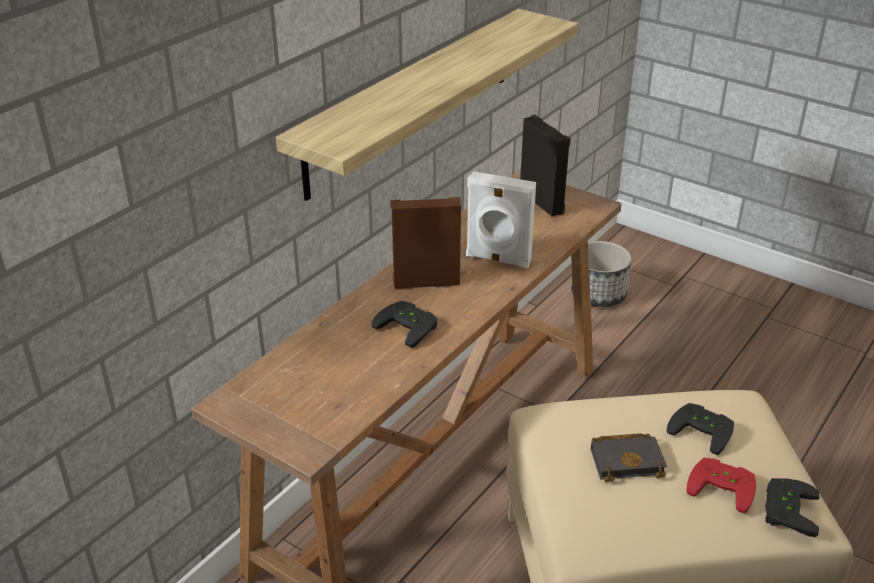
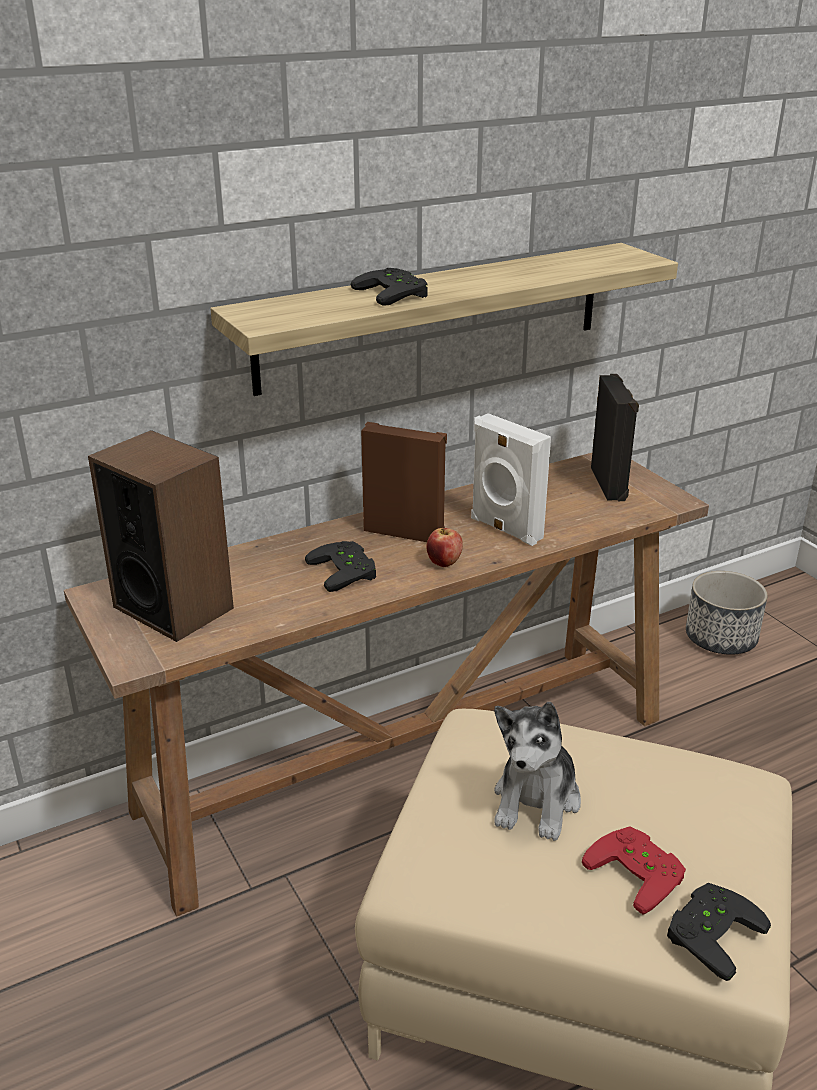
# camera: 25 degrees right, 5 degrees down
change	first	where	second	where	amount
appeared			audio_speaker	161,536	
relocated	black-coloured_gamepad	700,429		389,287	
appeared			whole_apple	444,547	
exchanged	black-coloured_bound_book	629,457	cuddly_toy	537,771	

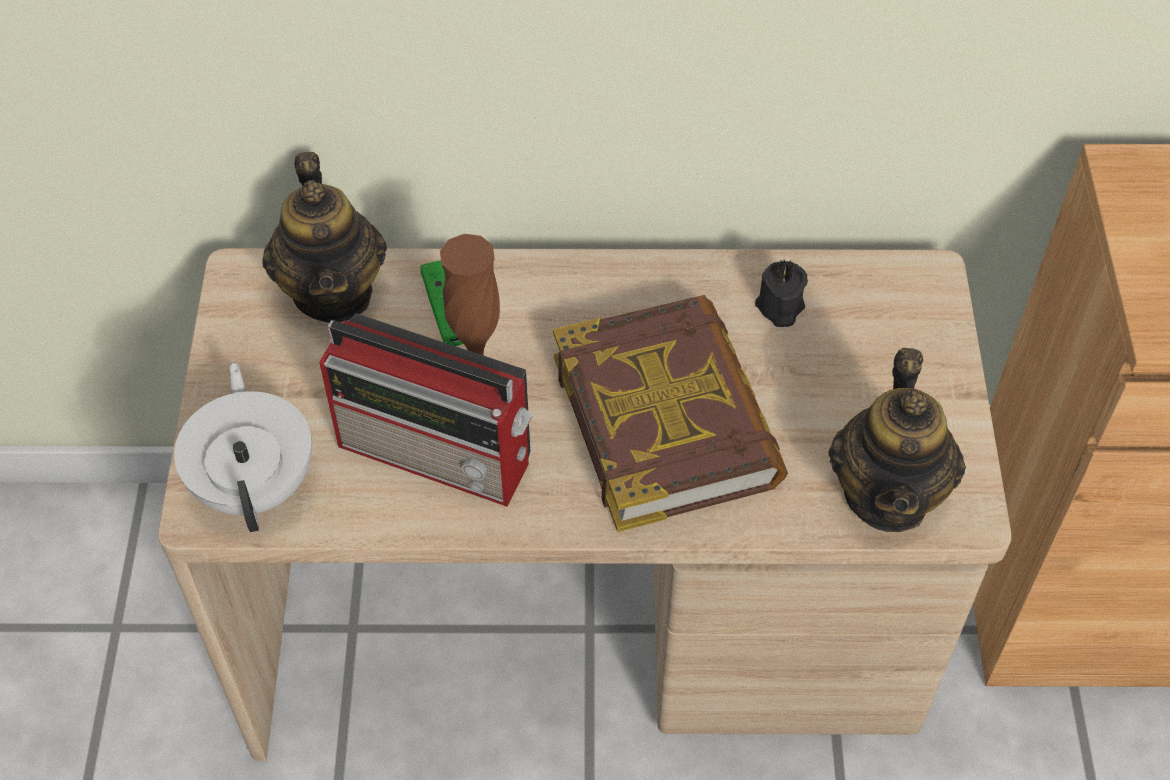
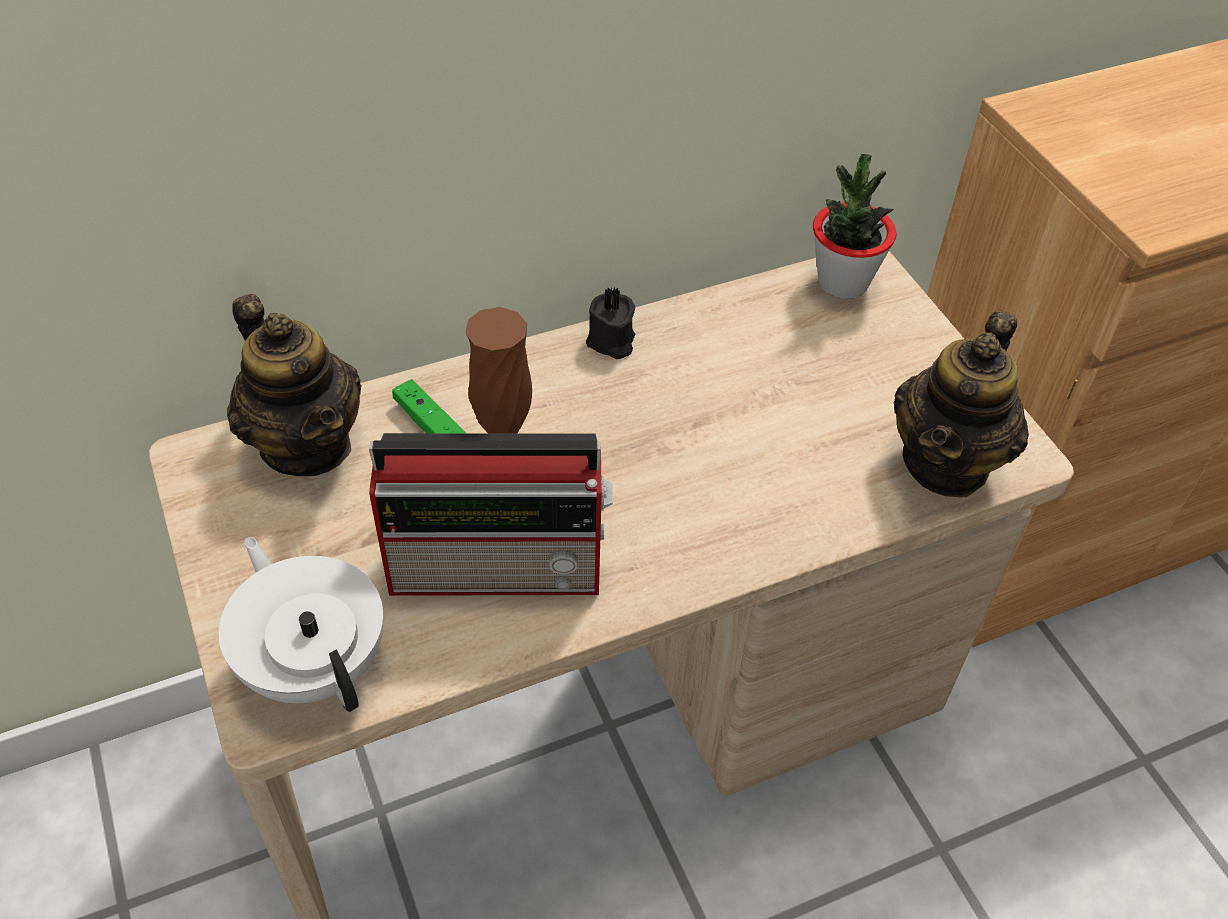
# camera: 25 degrees left, 5 degrees down
change	first	where	second	where	amount
relocated	black-coloured_candle	781,293		610,323	
appeared			plant_in_a_pot	854,226	
spun	teapot	897,439		961,404	45 degrees clockwise
missing	bound_book	670,413			

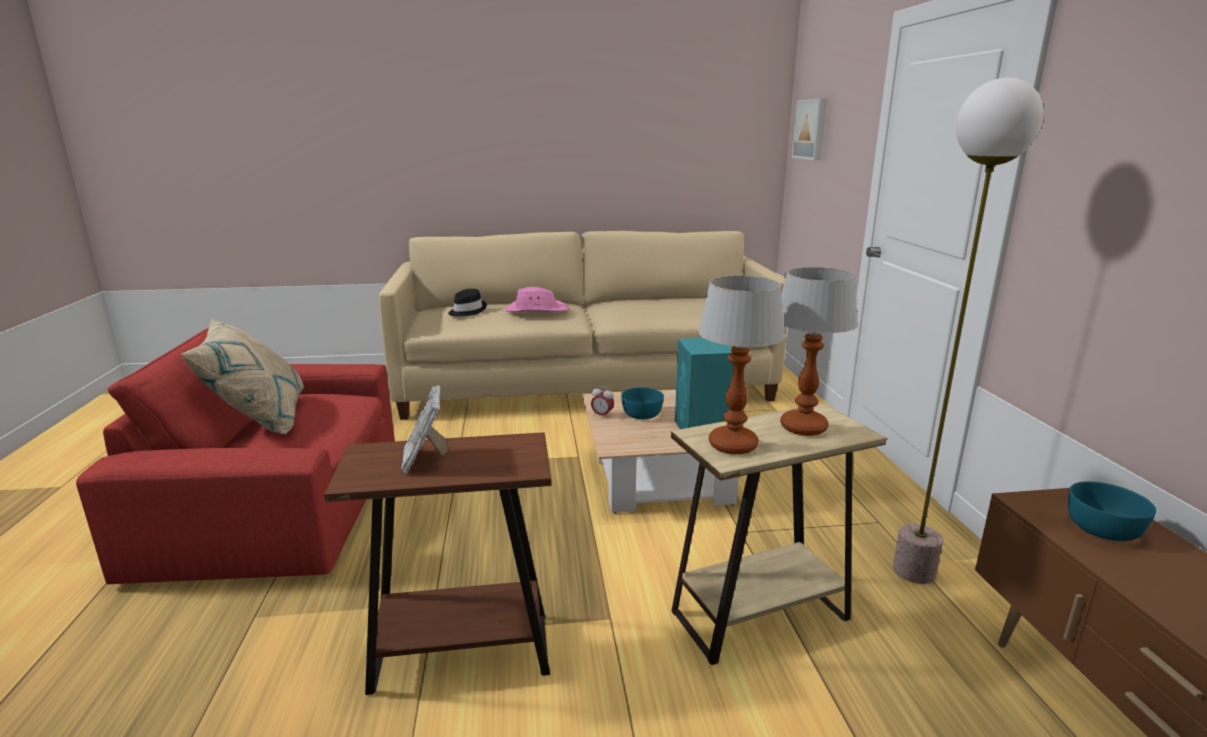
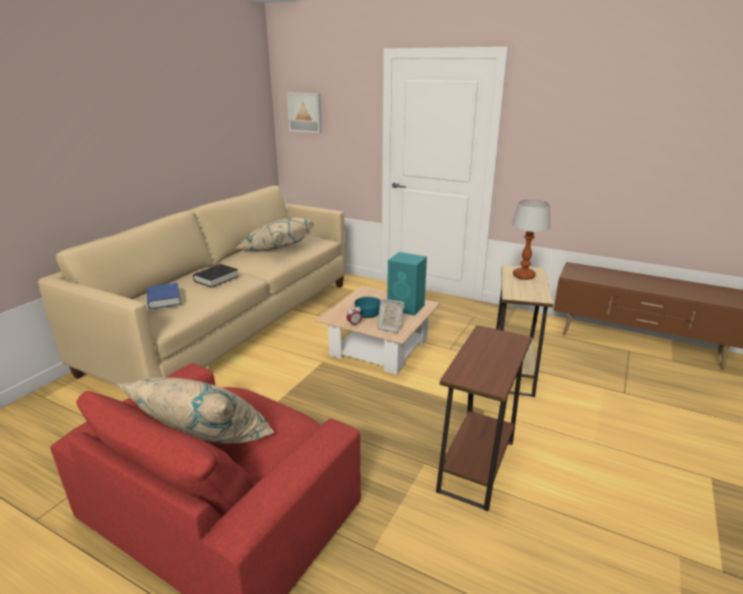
# camera: 55 degrees left, 5 degrees up
change	first	where	second	where	amount
exchanged	black-coloured_clothing_hat	467,303	blue_bound_book	164,296	
exchanged	pink_clothing_hat	537,299	black-coloured_bound_book	216,276	
appeared			sand-coloured_pillow	275,234	
relocated	picture_frame	425,429		390,315	
missing	lamp_for_a_table	741,365			
missing	standing_lamp	968,331			
missing	turquoise_serving_bowl	1112,511			

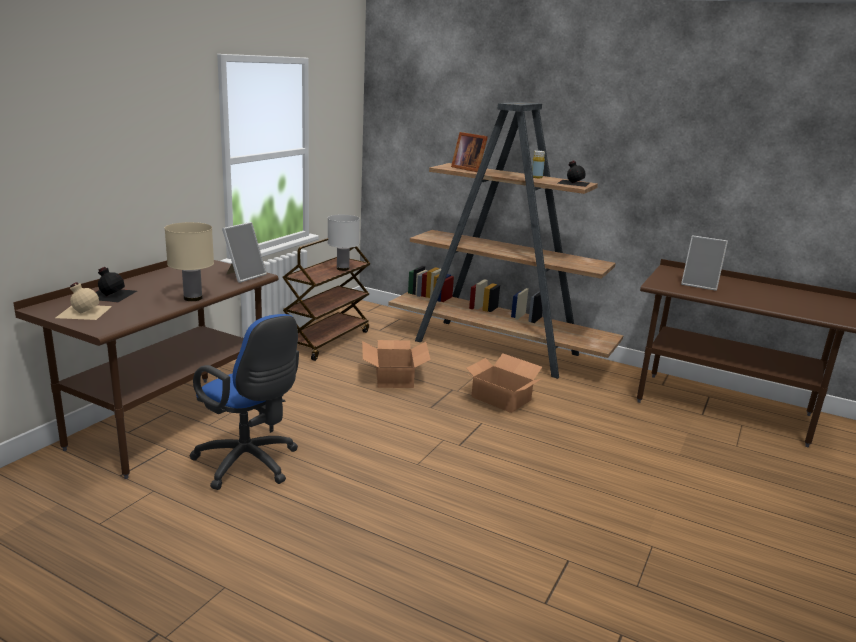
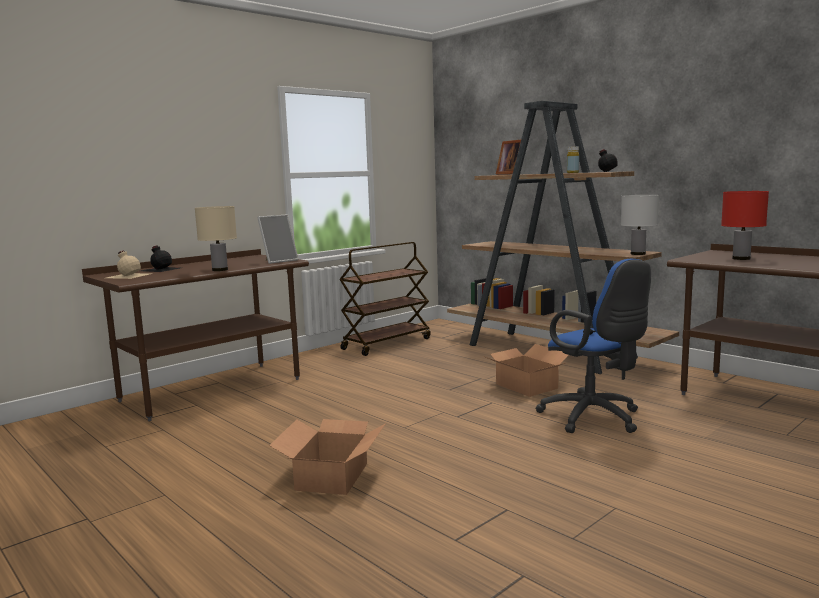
# camera: 20 degrees right, 10 degrees down
change	first	where	second	where	amount
relocated	cardboard_box	396,364		327,457	
relocated	blue_desk_chair	244,402		593,346	
relocated	whitish_lamp_for_a_table	344,243		640,225	
exchanged	picture_frame	704,263	reddish_lamp_for_a_table	745,225	

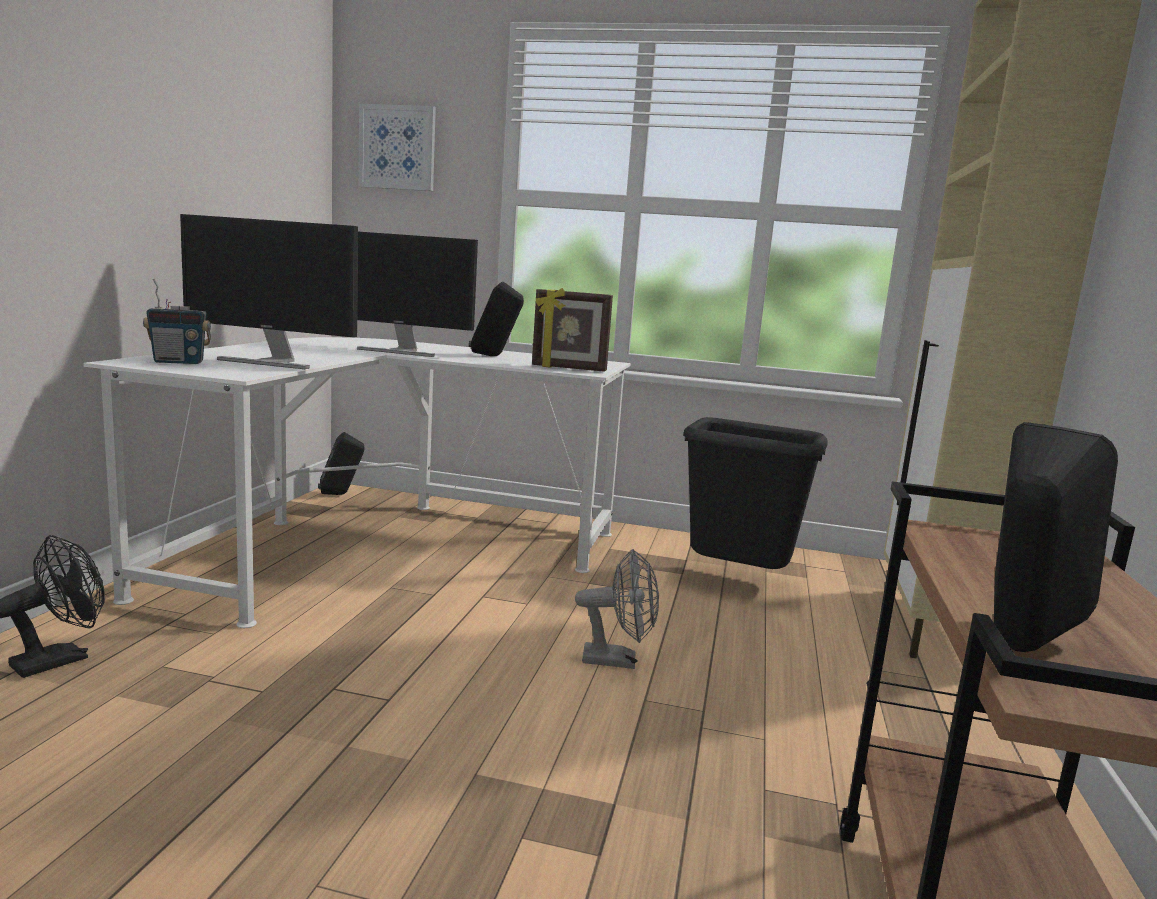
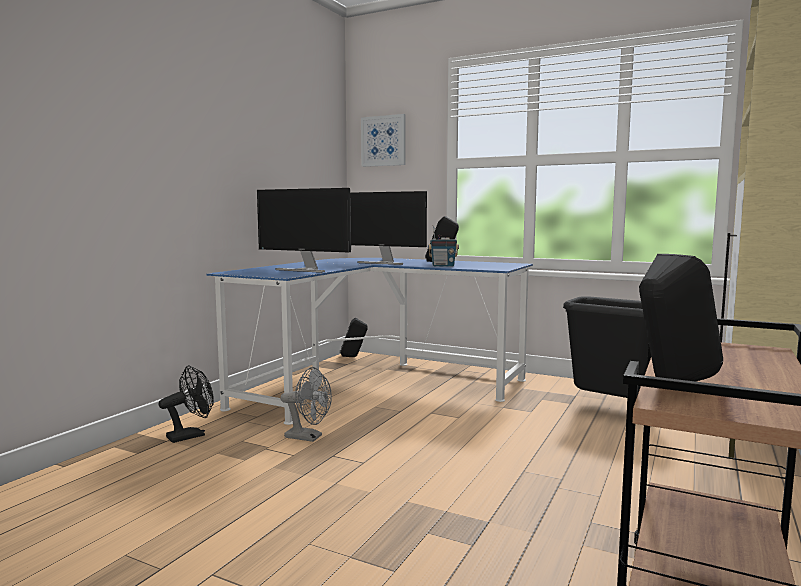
# camera: 15 degrees right, 5 degrees down
change	first	where	second	where	amount
colour	whitish_desk_unit	357,482	blue_desk_unit	370,341	
relocated	gray_electric_fan	617,609		306,404	
relocated	radio	177,321		443,246	
missing	picture_frame	572,330			

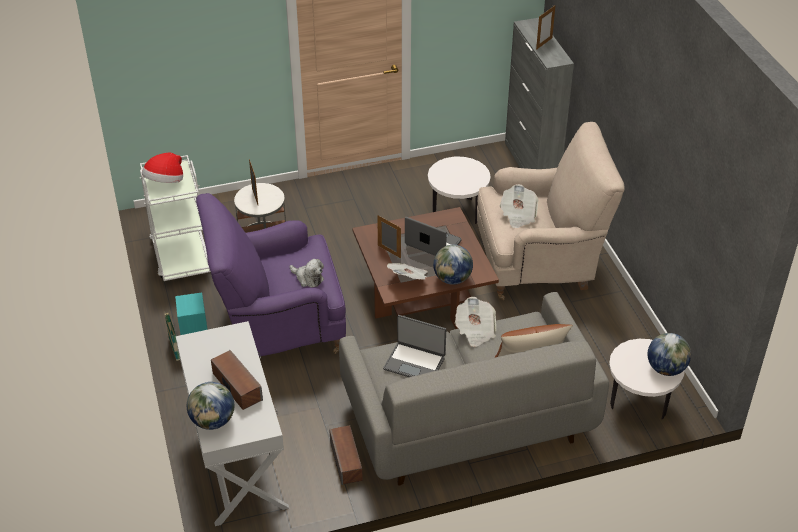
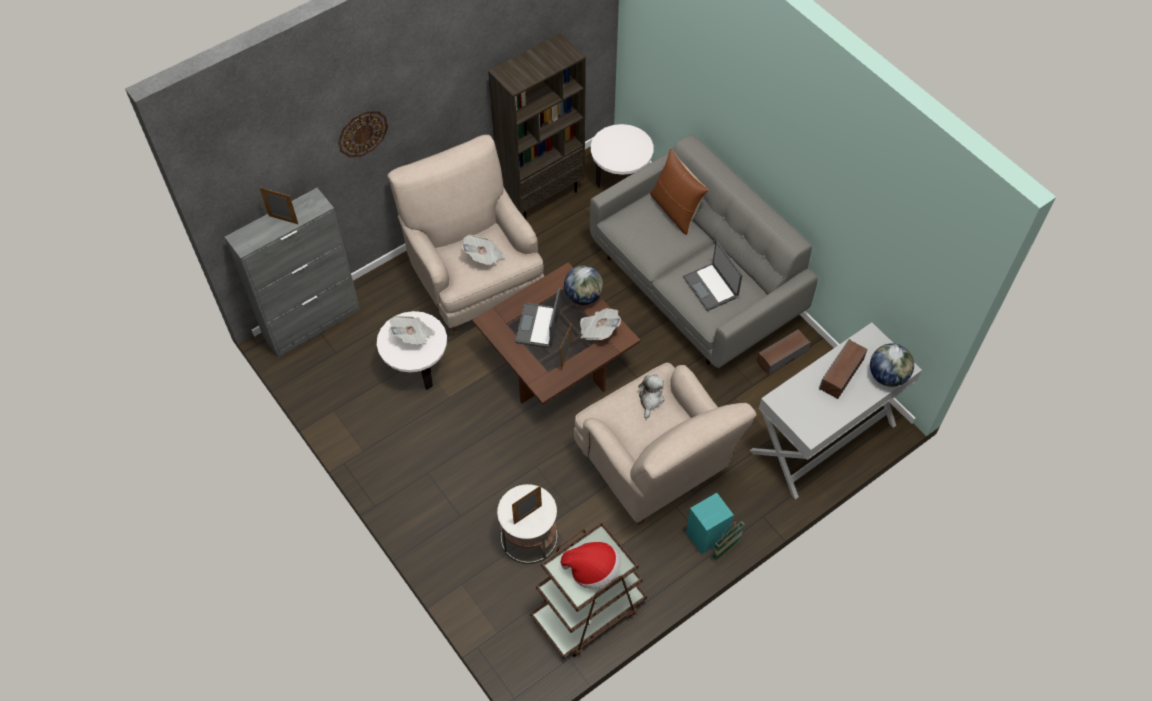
# camera: 110 degrees left, 15 degrees up
change	first	where	second	where	amount
appeared			wall_clock	363,134	
relocated	newspaper	475,322		412,330	
appeared			brownish_bookshelf	537,126	
colour	whitish_trolley	175,218	brownish_trolley	588,590	
colour	purple_armchair	271,275	sand-coloured_armchair	665,444	
spun	laptop	414,346		712,276	150 degrees clockwise
missing	desk_globe	669,354			

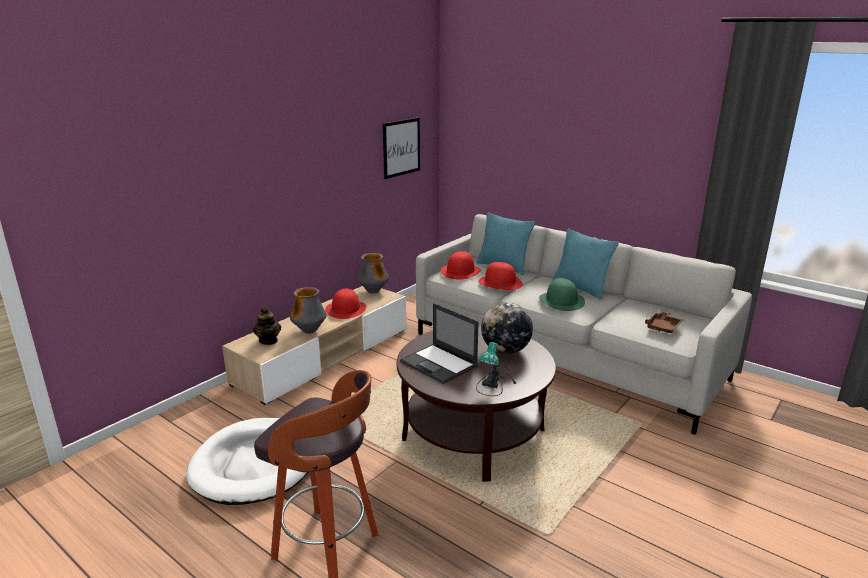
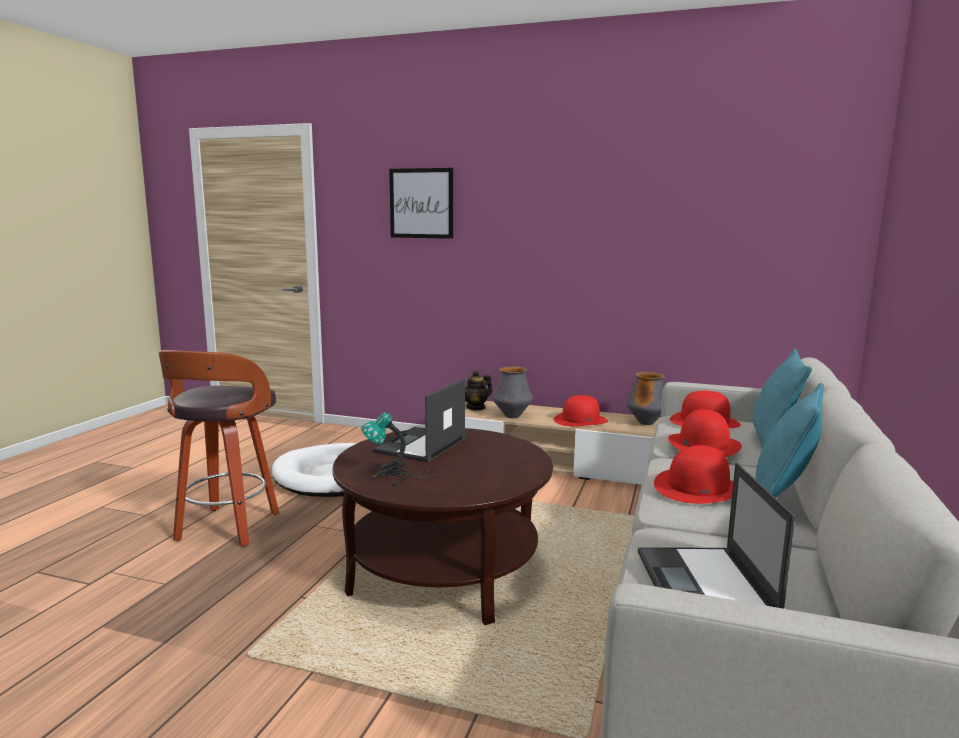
# camera: 70 degrees right, 10 degrees down
change	first	where	second	where	amount
relocated	wall_art	401,148		421,203	
exchanged	brownish_tray	664,322	laptop	716,536	
colour	green-coloured_clothing_hat	562,294	reddish_clothing_hat	693,474	
missing	desk_globe	507,328			

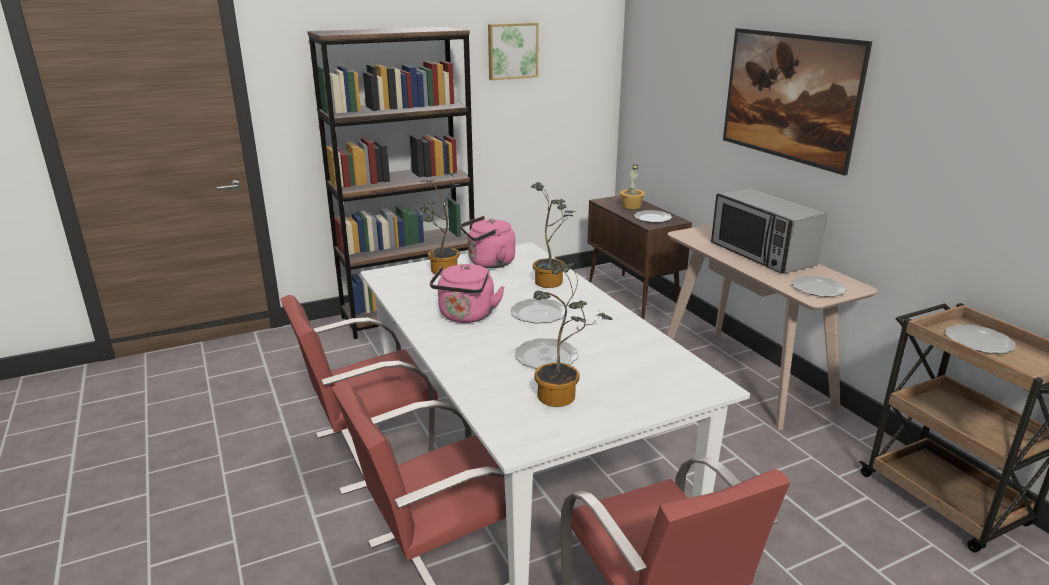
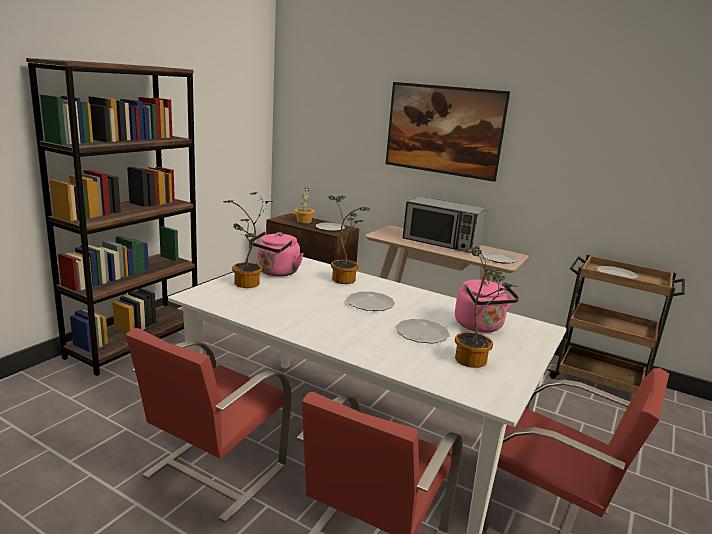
# camera: 35 degrees left, 5 degrees down
change	first	where	second	where	amount
relocated	pink_water_kettle	467,293		487,306	
missing	wall_art	513,51			

